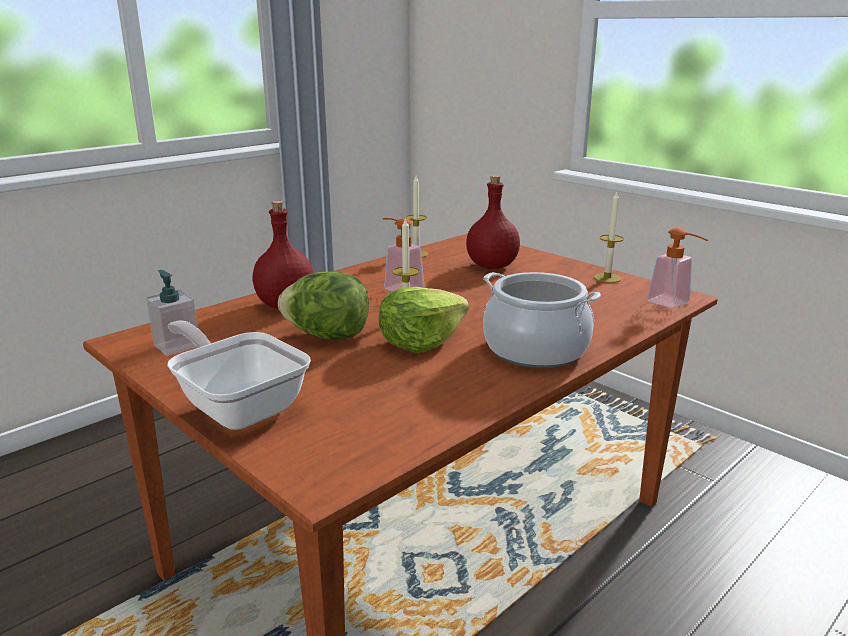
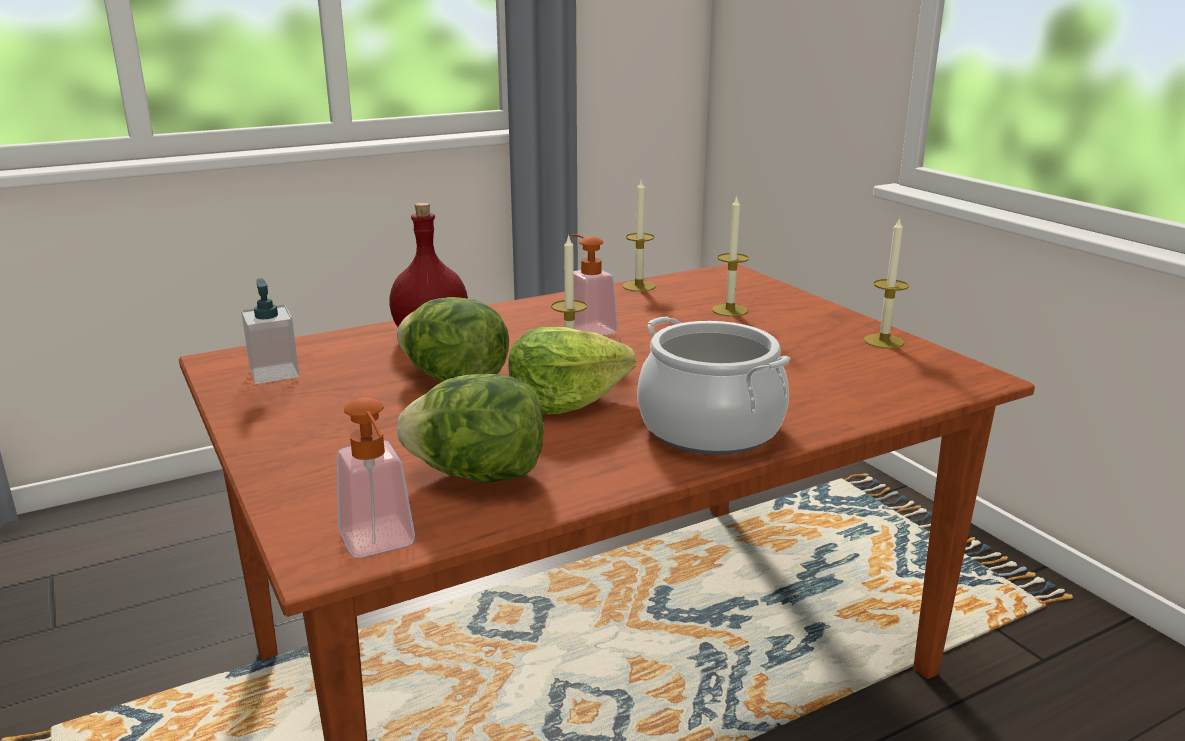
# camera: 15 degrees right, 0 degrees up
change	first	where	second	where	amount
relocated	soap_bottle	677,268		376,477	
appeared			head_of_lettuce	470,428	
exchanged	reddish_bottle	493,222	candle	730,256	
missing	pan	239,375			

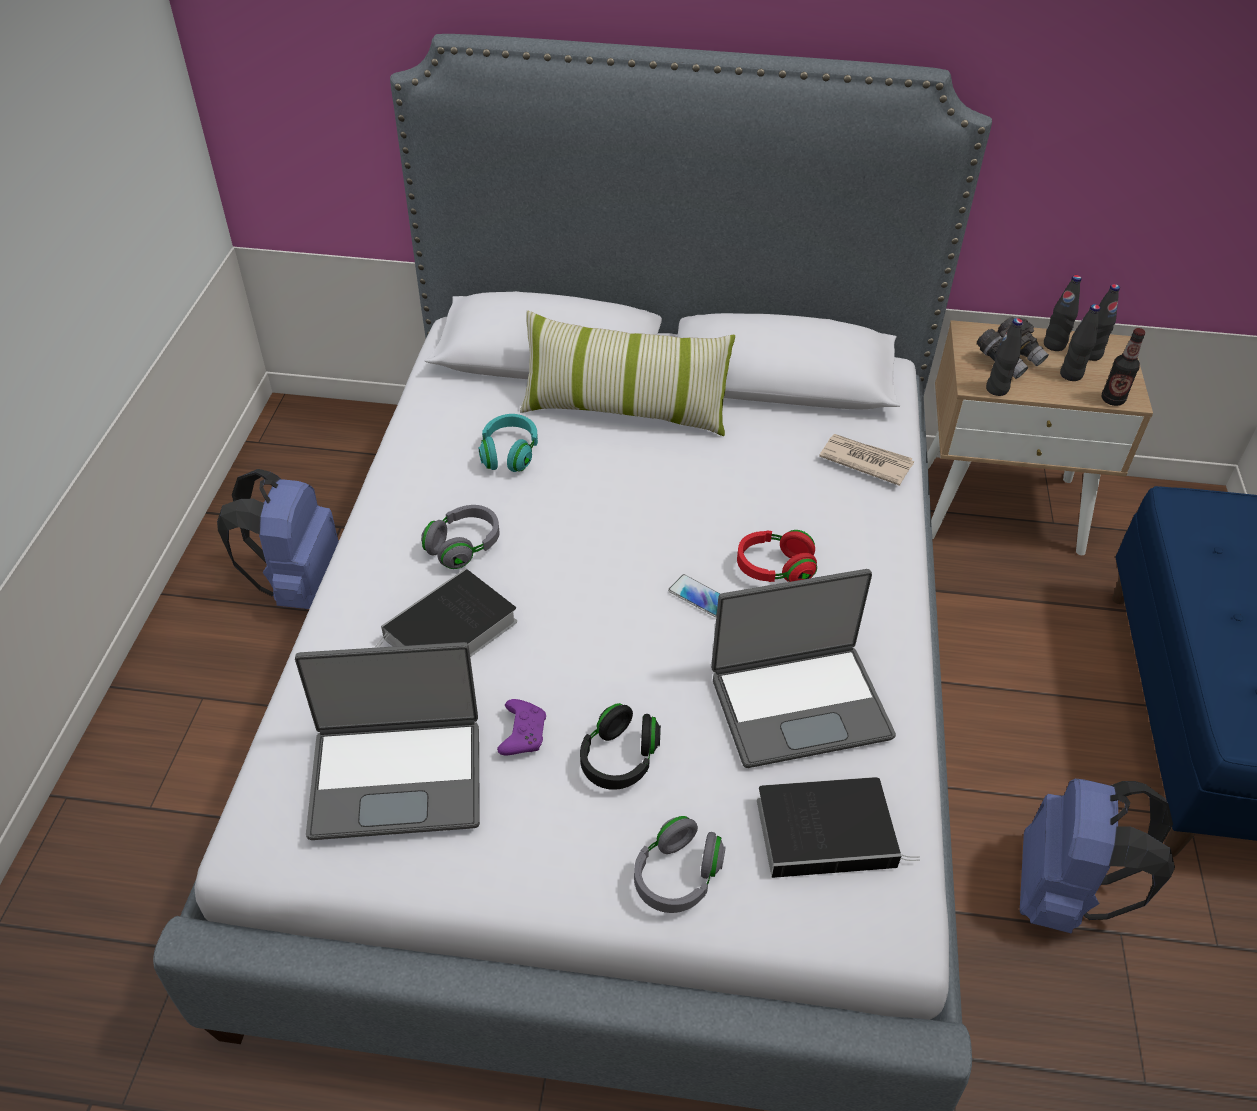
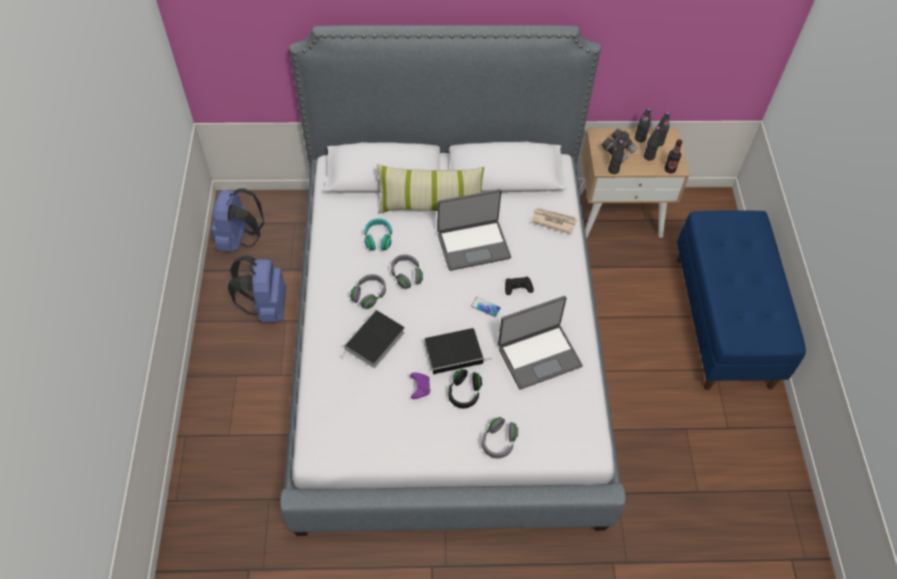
# camera: 10 degrees left, 10 degrees up
change	first	where	second	where	amount
relocated	blue_backpack	1097,856		237,220	
appeared			gray_headphones	407,271	
relocated	bound_book	838,827		458,351	
relocated	laptop	387,741		474,230	
exchanged	reddish_headphones	777,556	black-coloured_gamepad	519,286	

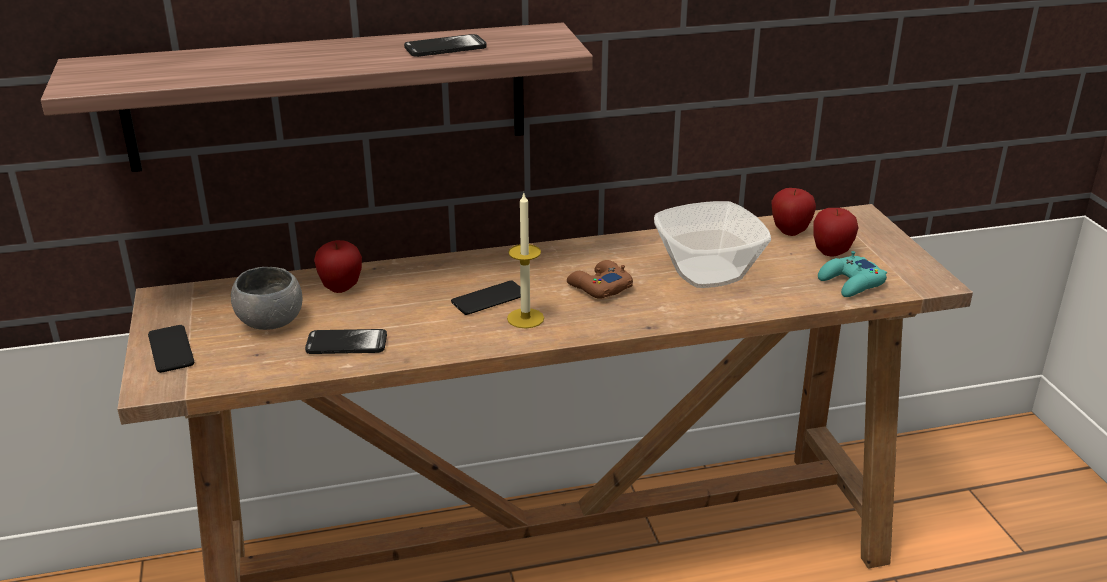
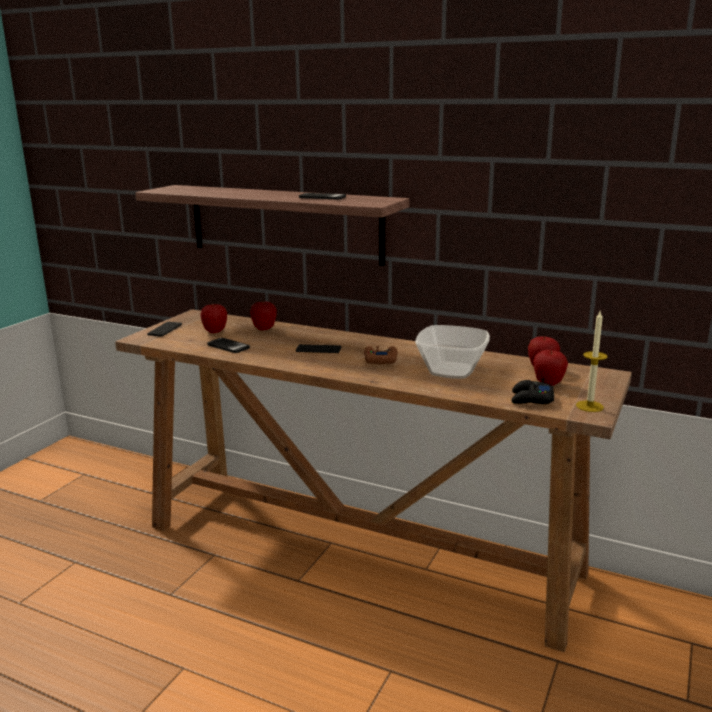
# camera: 40 degrees right, 10 degrees down
change	first	where	second	where	amount
exchanged	gray_serving_bowl	267,298	whole_apple	213,318	
colour	turquoise_gamepad	852,274	black-coloured_gamepad	533,391	
relocated	candle	525,261		592,361	

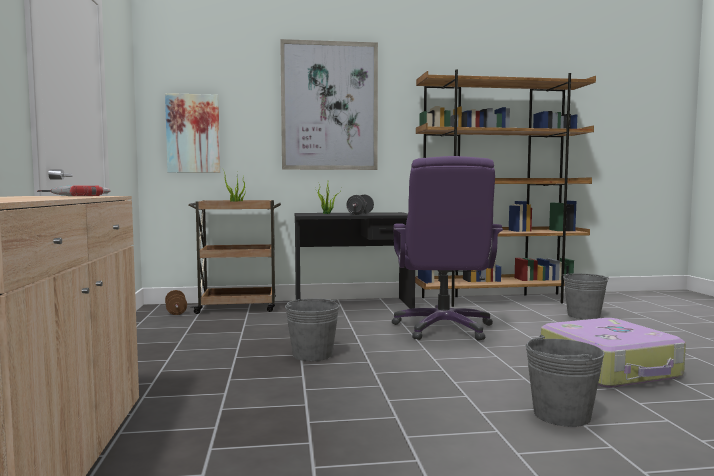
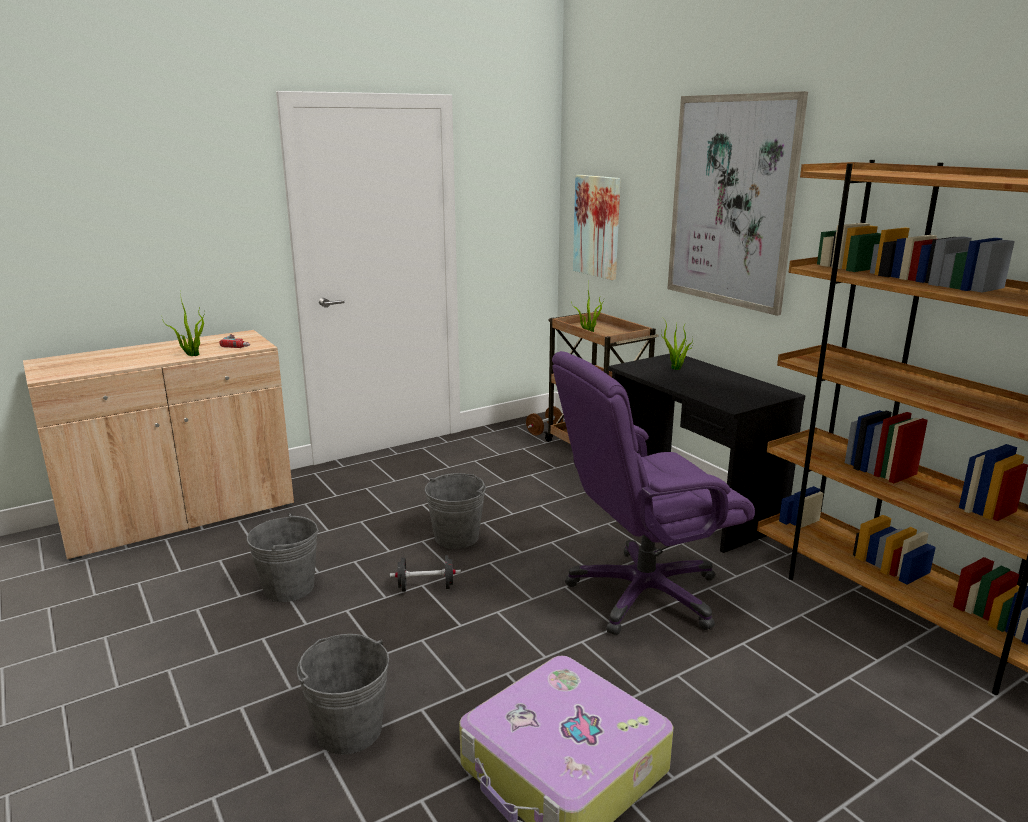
# camera: 65 degrees right, 15 degrees up
change	first	where	second	where	amount
appeared			plant_in_a_pot	183,325	
relocated	gray_water_bucket	586,296		283,557	
relocated	black-coloured_hand_weight	360,205		425,573	

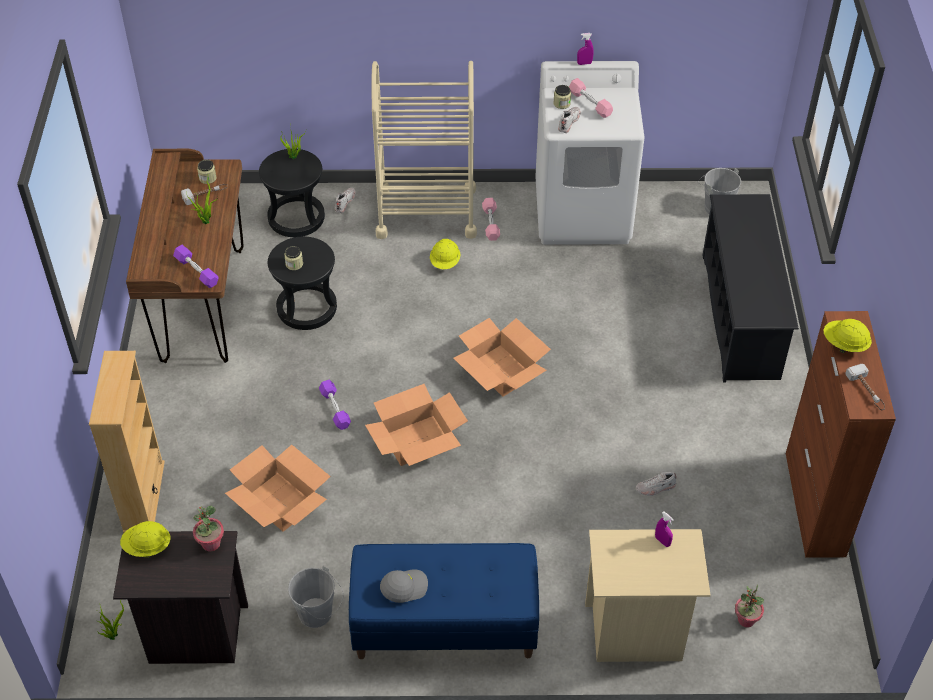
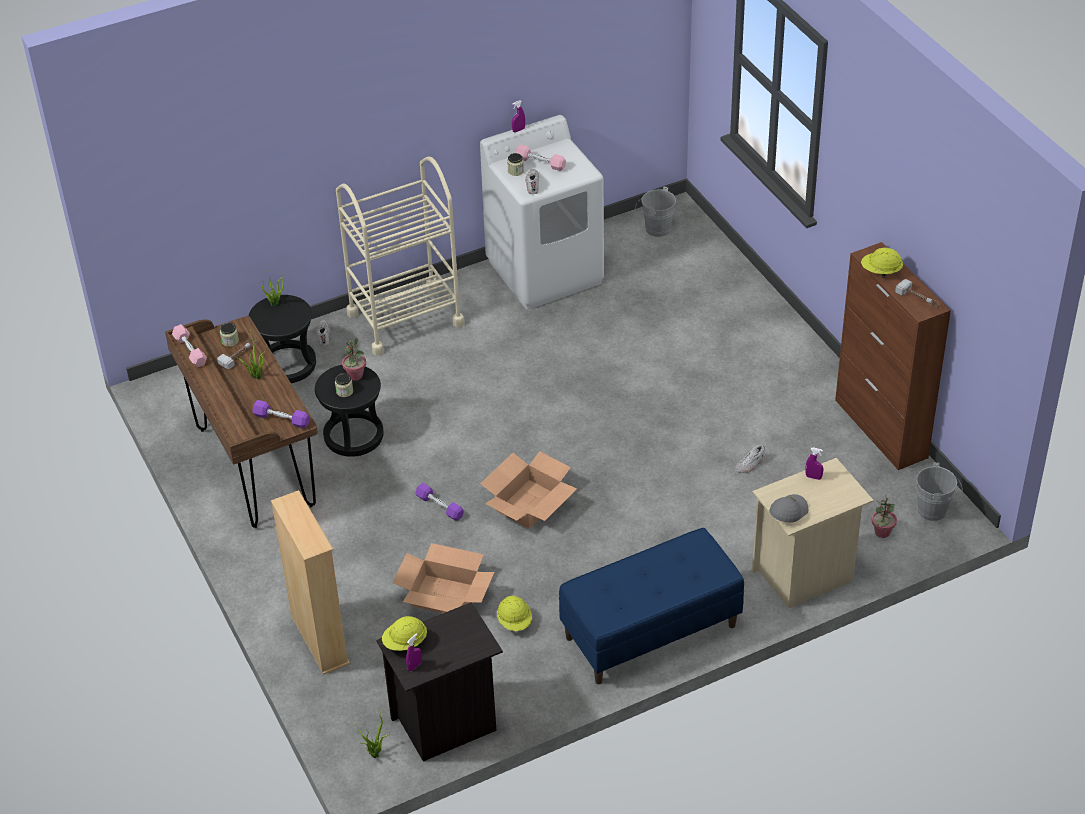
# camera: 25 degrees left, 5 degrees down
change	first	where	second	where	amount
relocated	pink_hand_weight	491,219		189,345	
relocated	plant_in_a_pot	208,529		354,359	
appeared			purple_hand_sprayer	414,652	
relocated	yellowish_safety_helmet	445,254		514,613	
relocated	gray_peaked_cap	404,586		789,508	
relocated	gray_water_bucket	315,597		939,492	
missing	cardboard_box	502,357			
missing	black-coloured_shoe_stand	751,288			

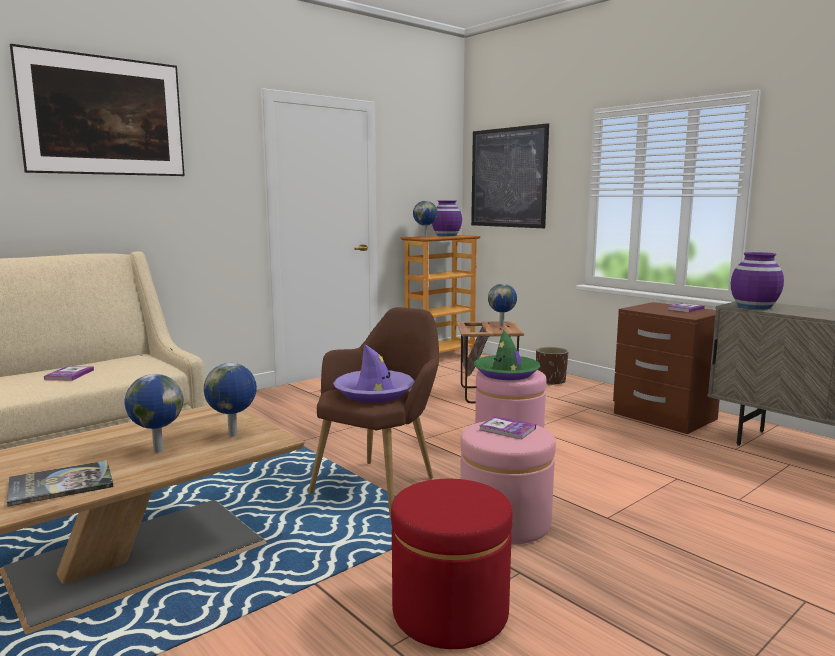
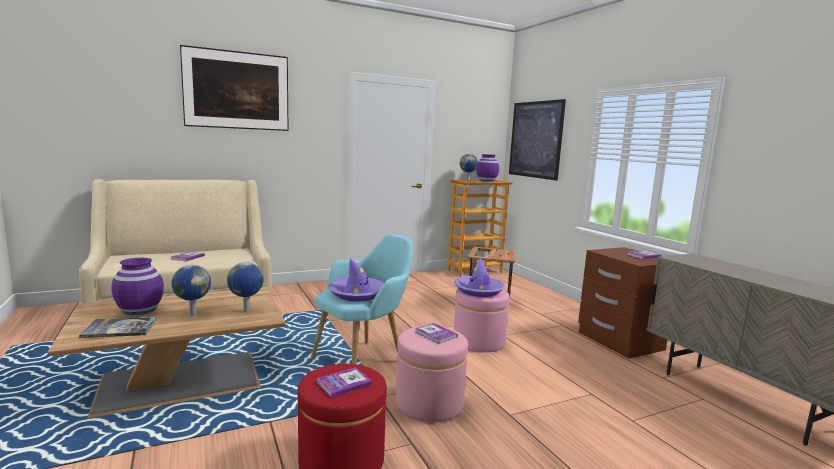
# camera: 15 degrees right, 0 degrees up
change	first	where	second	where	amount
relocated	purple_flower_vase	757,281		138,286	
colour	brownish_armchair	373,412	turquoise_armchair	362,299	
appeared			bound_book	344,382	
colour	green-coloured_clothing_hat	507,355	purple_clothing_hat	479,277	
missing	desk_globe	502,305			
missing	brownish_plant_pot	552,366			

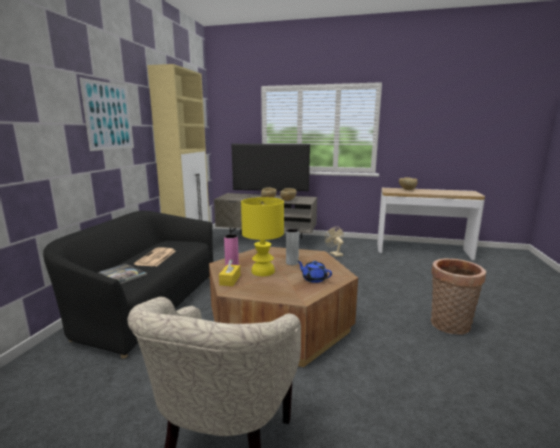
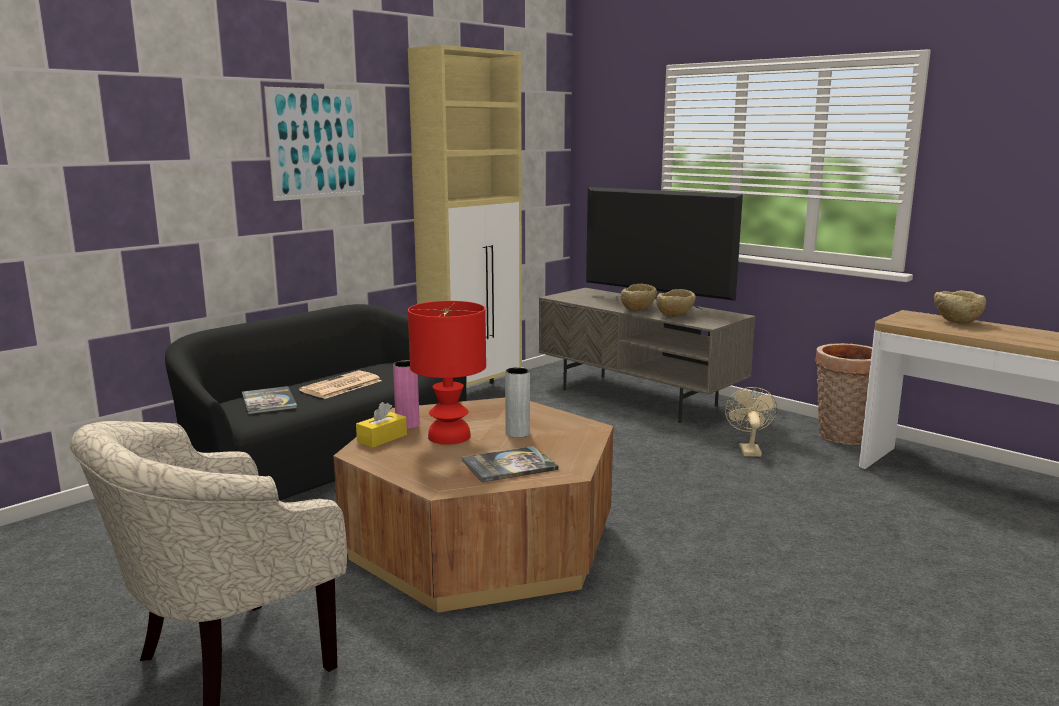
# camera: 30 degrees right, 0 degrees up
change	first	where	second	where	amount
colour	yellowish_lamp_for_a_table	262,236	reddish_lamp_for_a_table	447,373	
exchanged	blue_teapot	315,272	bound_book	510,464	
relocated	basket	458,296		843,394	

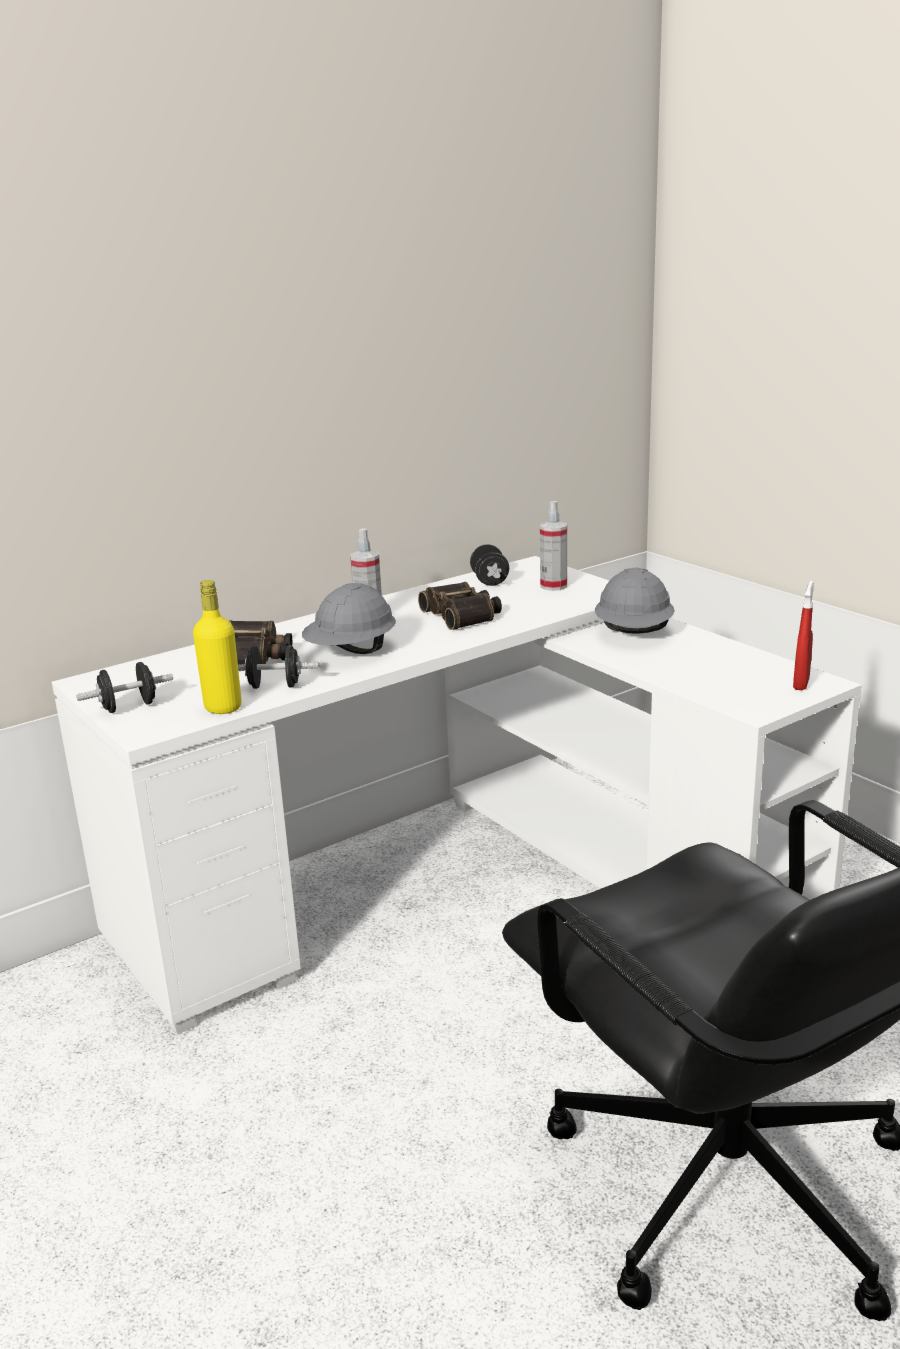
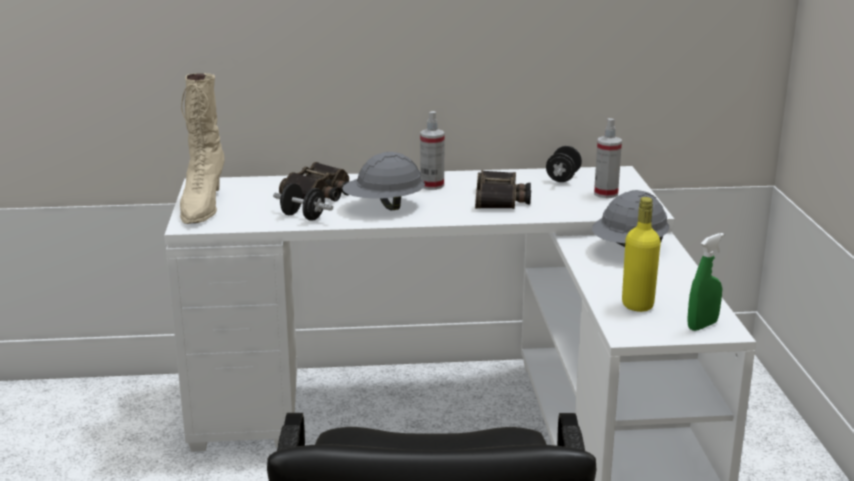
# camera: 30 degrees right, 0 degrees up
change	first	where	second	where	amount
exchanged	black-coloured_hand_weight	125,687	sand-coloured_boot	202,148	
relocated	yellowish_bottle	217,647		641,254	
colour	reddish_hand_sprayer	803,635	green-coloured_hand_sprayer	705,282	

